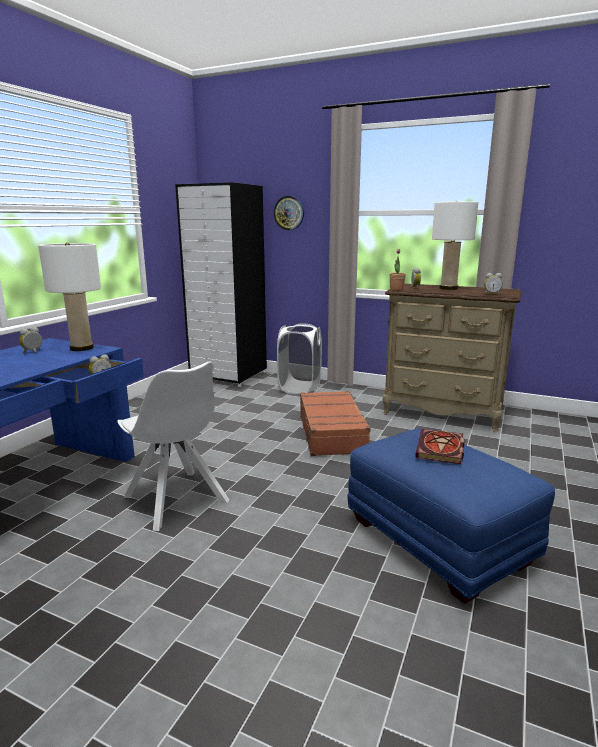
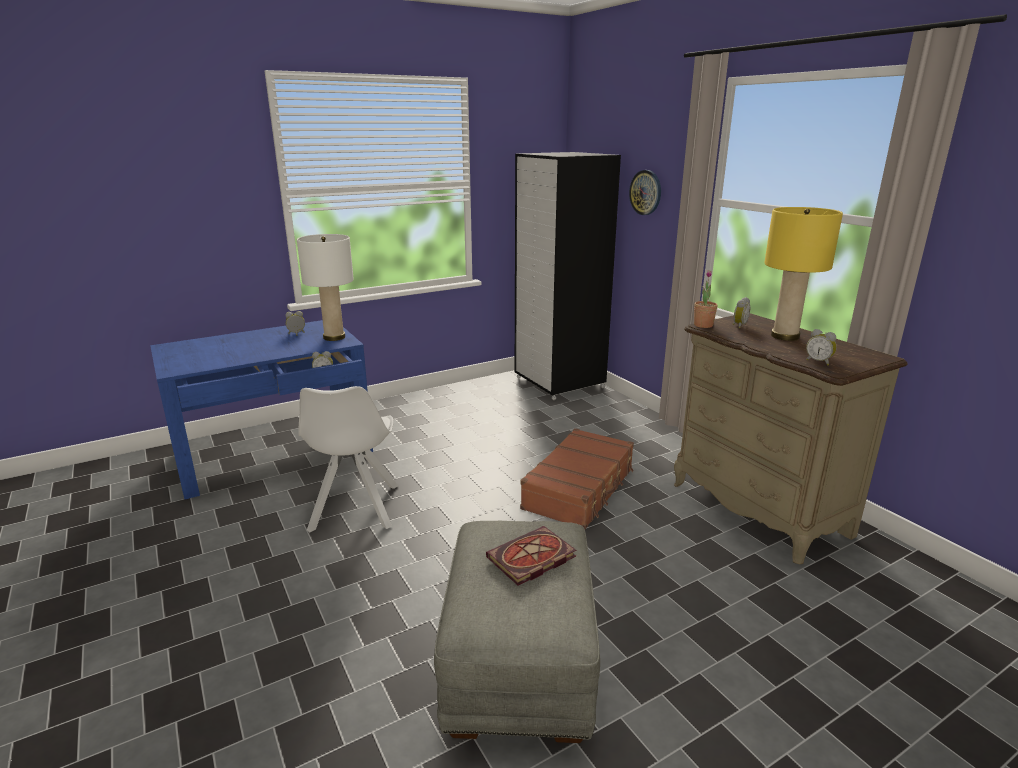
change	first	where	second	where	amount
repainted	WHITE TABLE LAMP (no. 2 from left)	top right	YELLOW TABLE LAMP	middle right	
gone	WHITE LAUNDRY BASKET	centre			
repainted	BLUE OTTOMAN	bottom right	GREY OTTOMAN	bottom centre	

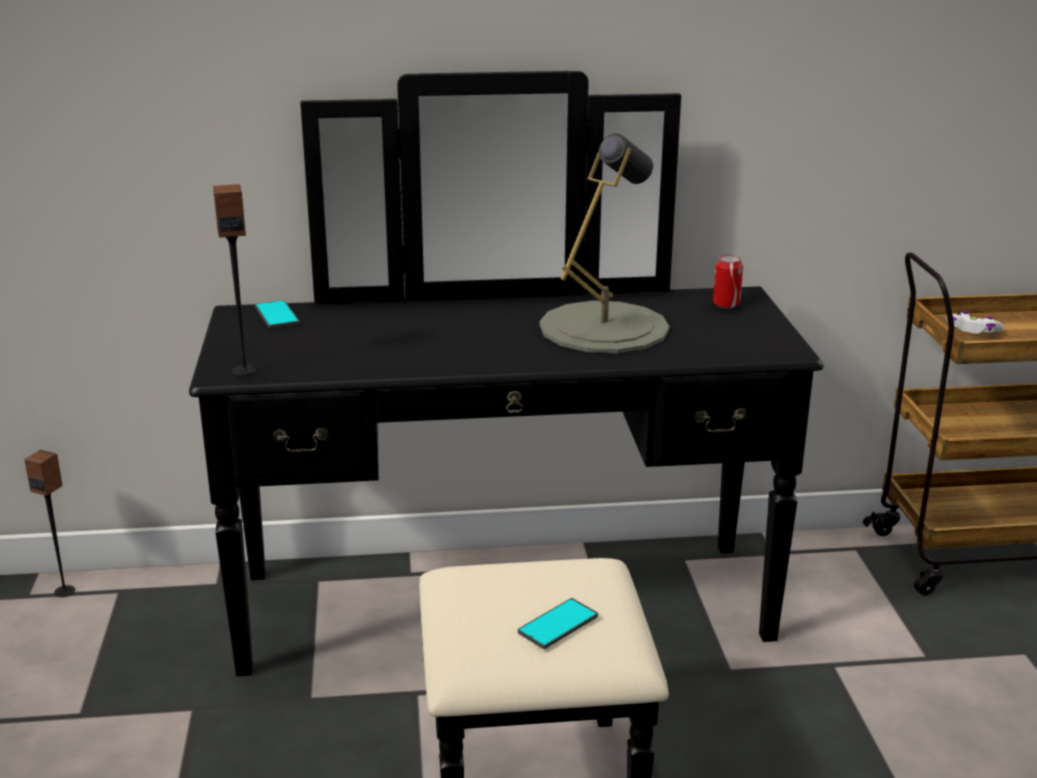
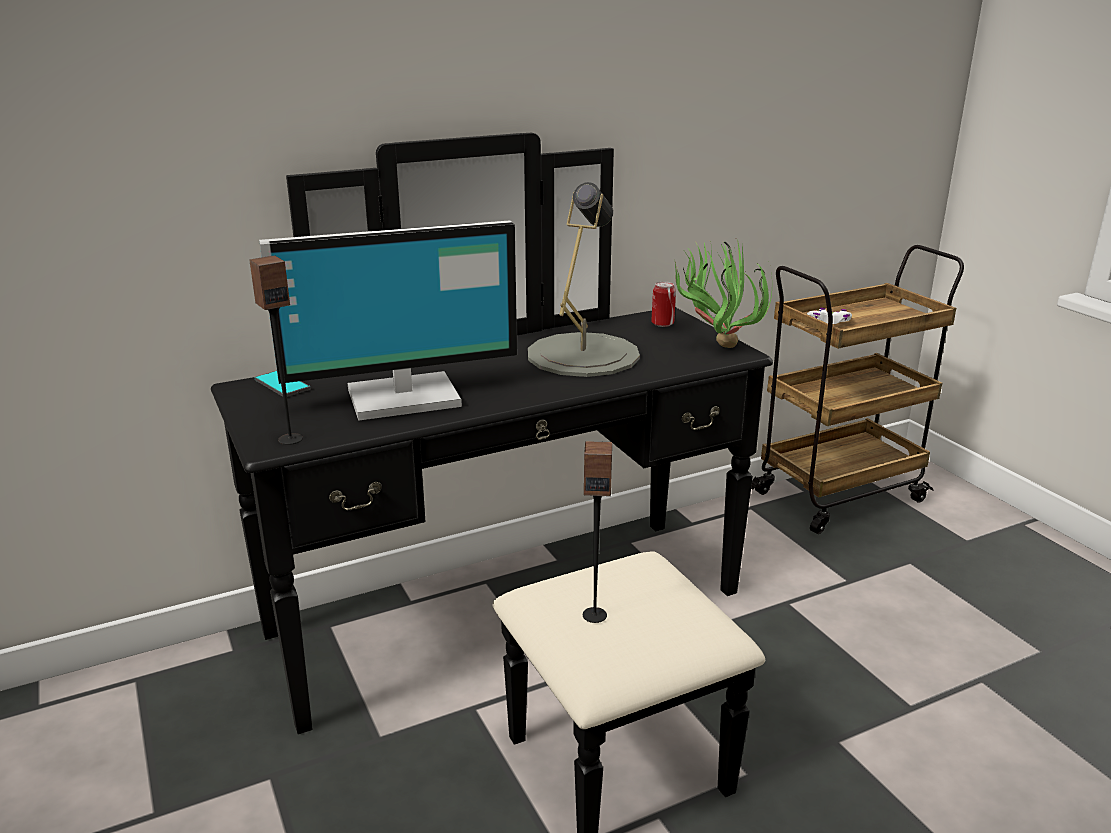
change	first	where	second	where	amount
shifted	SPEAKER (no. 1 from left in the first image)	bottom left	SPEAKER (no. 2 from left)	centre	
gone	PHONE (no. 2 from left)	bottom centre			
new			MONITOR	centre	
new			POTTED PLANT	centre	

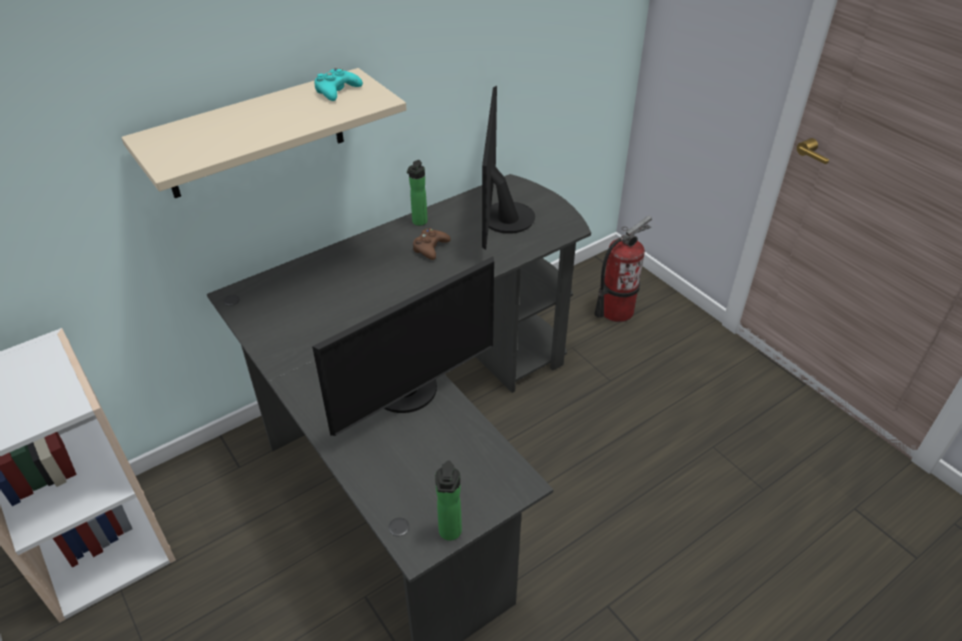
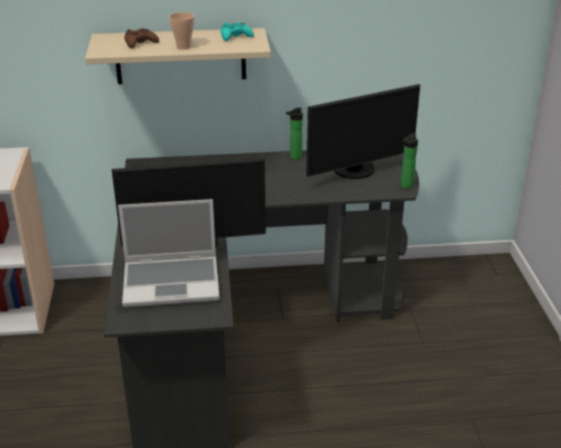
change	first	where	second	where	amount
rotated	MONITOR (no. 2 from left)	top centre		top centre	150 degrees counterclockwise
gone	FIRE EXTINGUISHER	centre			
shifted	BROWN GAME CONTROLLER	centre		top left	
shifted	BOTTLE (no. 2 from left)	bottom centre		middle right	
new			CUP	top left	
new			LAPTOP	middle left	

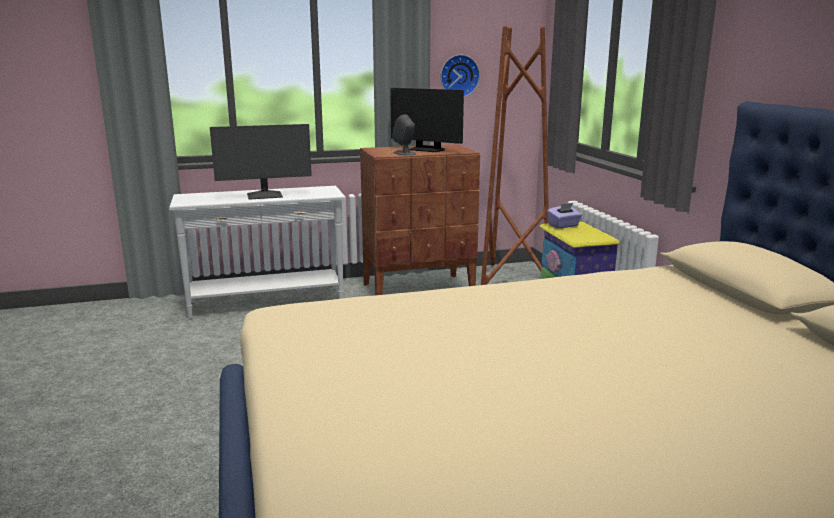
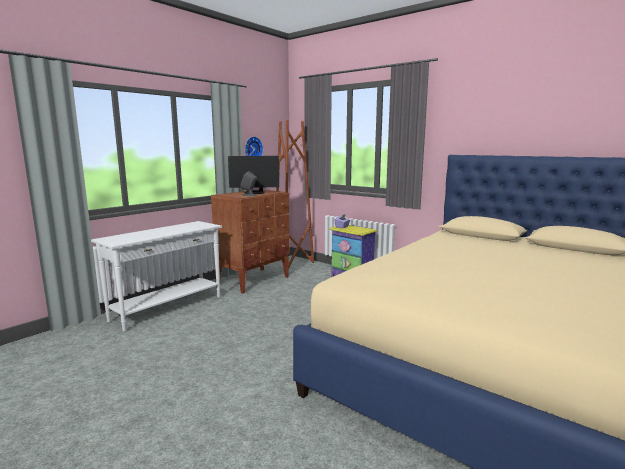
change	first	where	second	where	amount
gone	MONITOR (no. 1 from left)	top left			

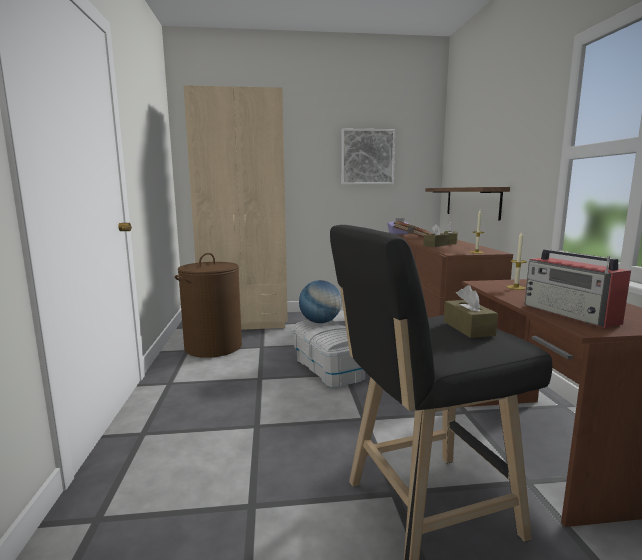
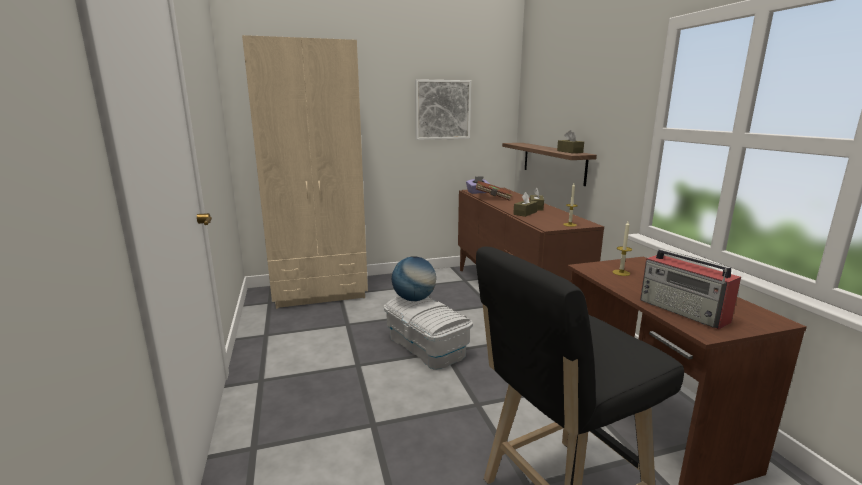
change	first	where	second	where	amount
gone	BROWN LAUNDRY BASKET	middle left			
shifted	BROWN TISSUE BOX (no. 3 from left)	middle right		top centre	

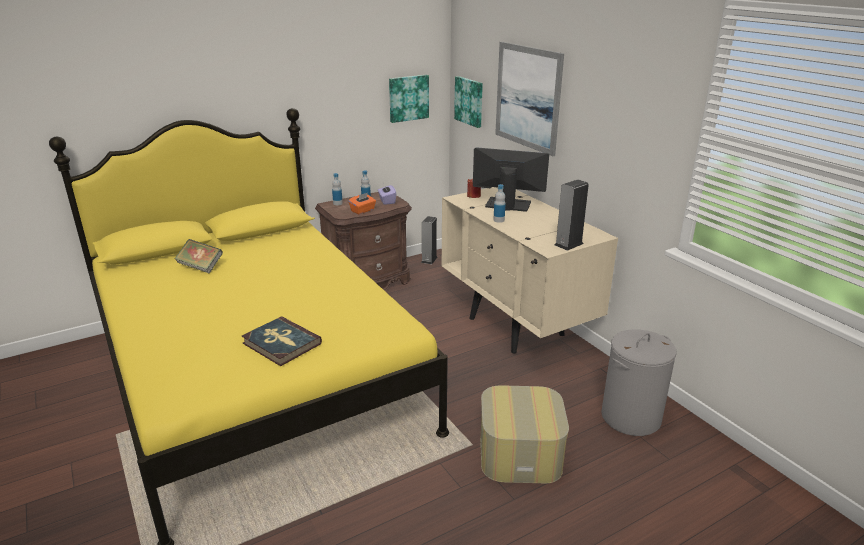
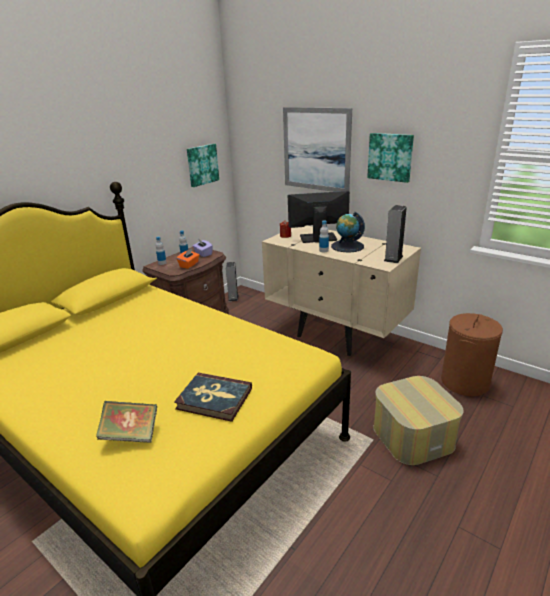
change	first	where	second	where	amount
shifted	PICTURE (no. 2 from left in the first image)	top centre	PICTURE (no. 3 from left)	top right	
shifted	BOOK (no. 1 from left)	middle left		bottom left	
repainted	GREY LAUNDRY BASKET	bottom right	BROWN LAUNDRY BASKET	middle right	
new			GLOBE	centre	

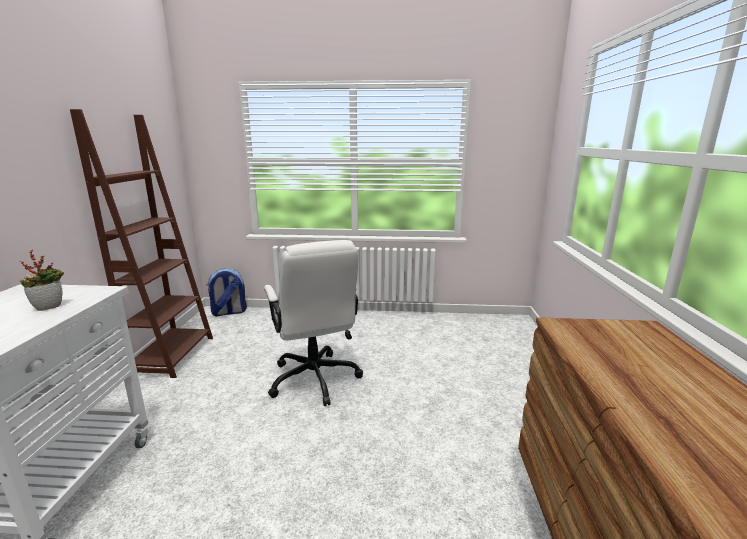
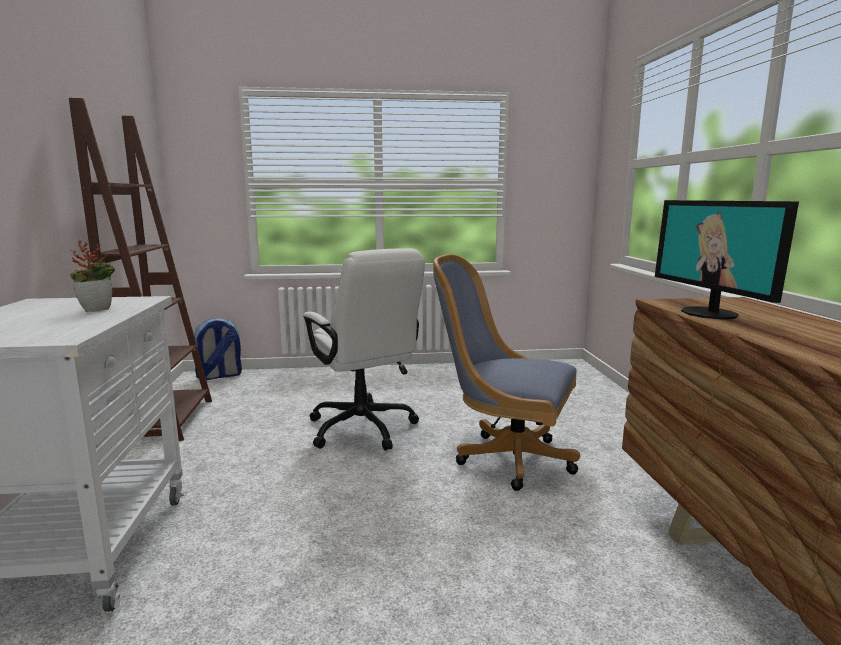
change	first	where	second	where	amount
new			MONITOR	middle right	
new			BLUE OFFICE CHAIR	centre	

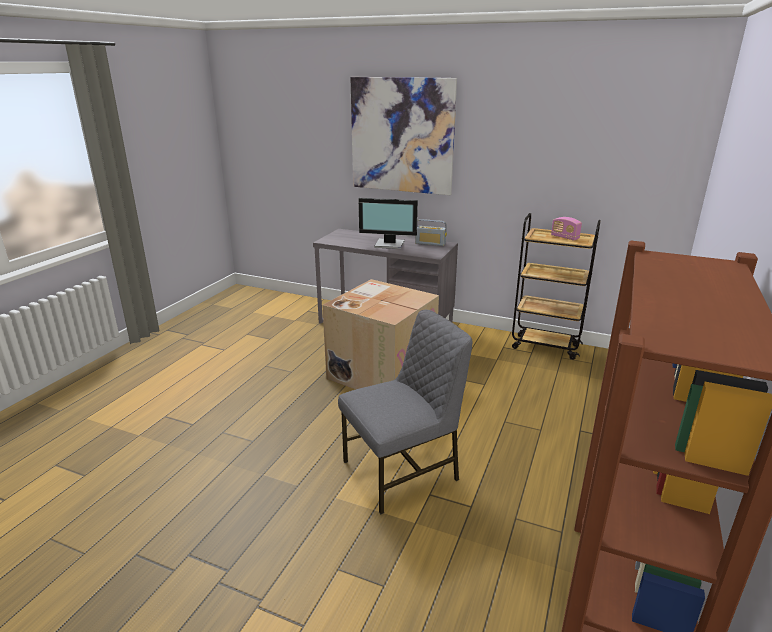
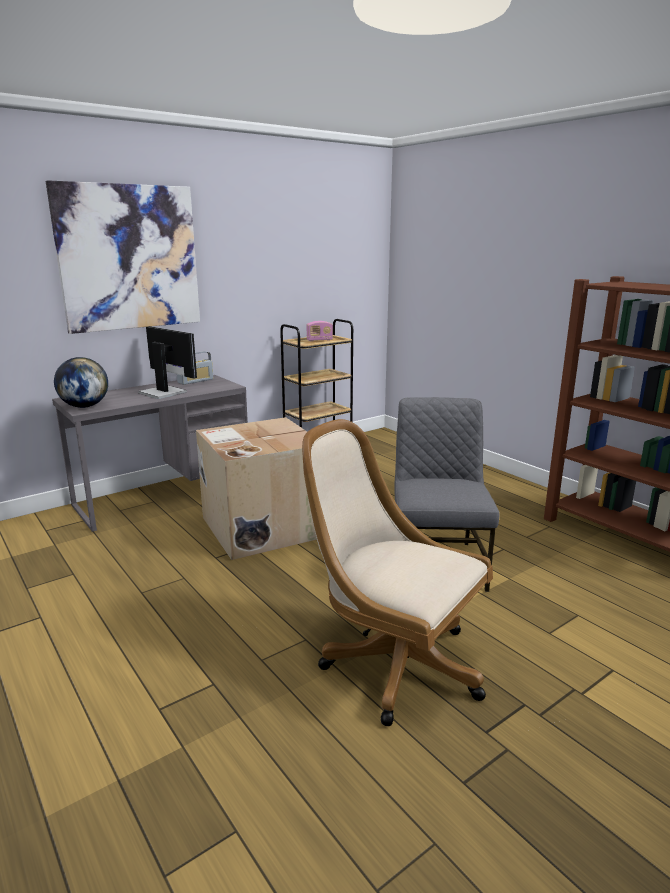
change	first	where	second	where	amount
rotated	MONITOR	centre		middle left	90 degrees counterclockwise
new			GLOBE	middle left	
new			OFFICE CHAIR	centre	

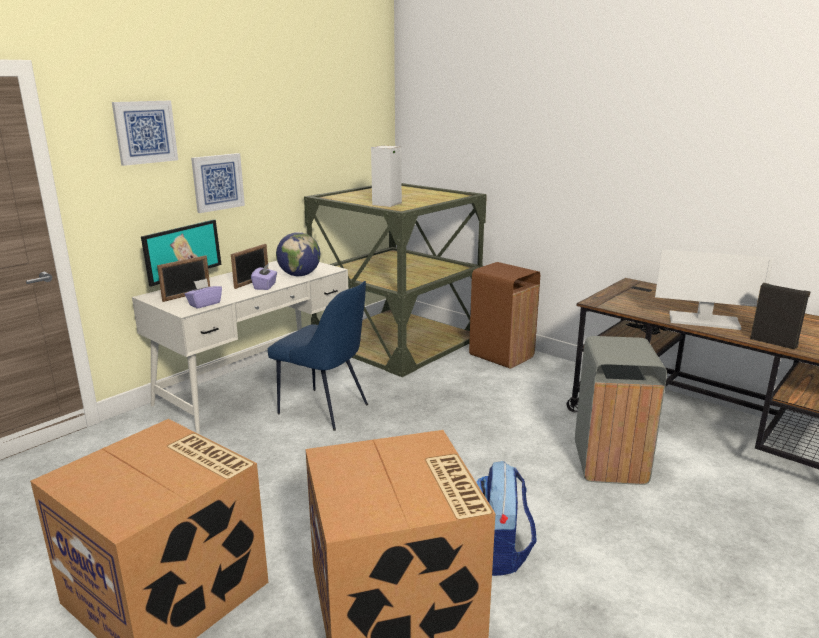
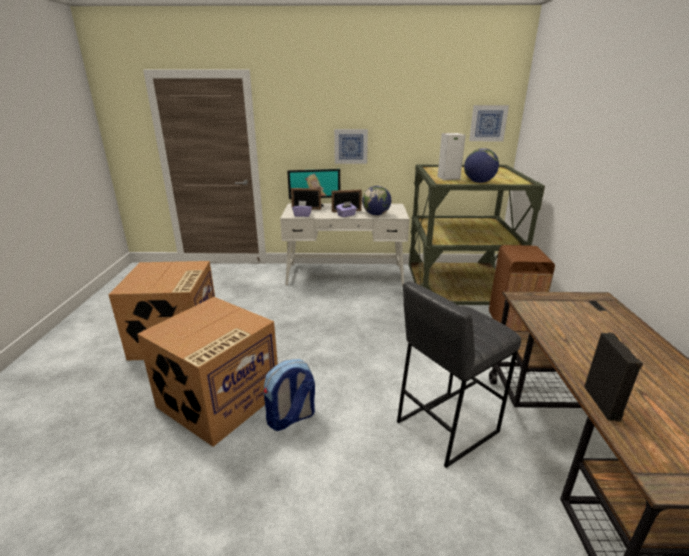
change	first	where	second	where	amount
shifted	PICTURE (no. 1 from left in the first image)	top left	PICTURE (no. 2 from left)	top right	
gone	MONITOR (no. 2 from left)	middle right			
gone	BLUE CHAIR	centre			
swapped	GREY TRASH CAN	middle right	GREY STOOL	bottom centre	
new			GLOBE (no. 2 from left)	top right	

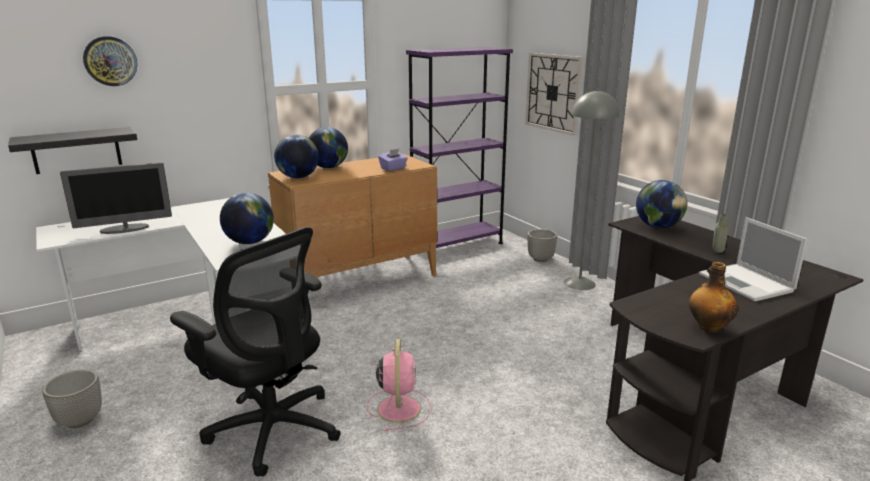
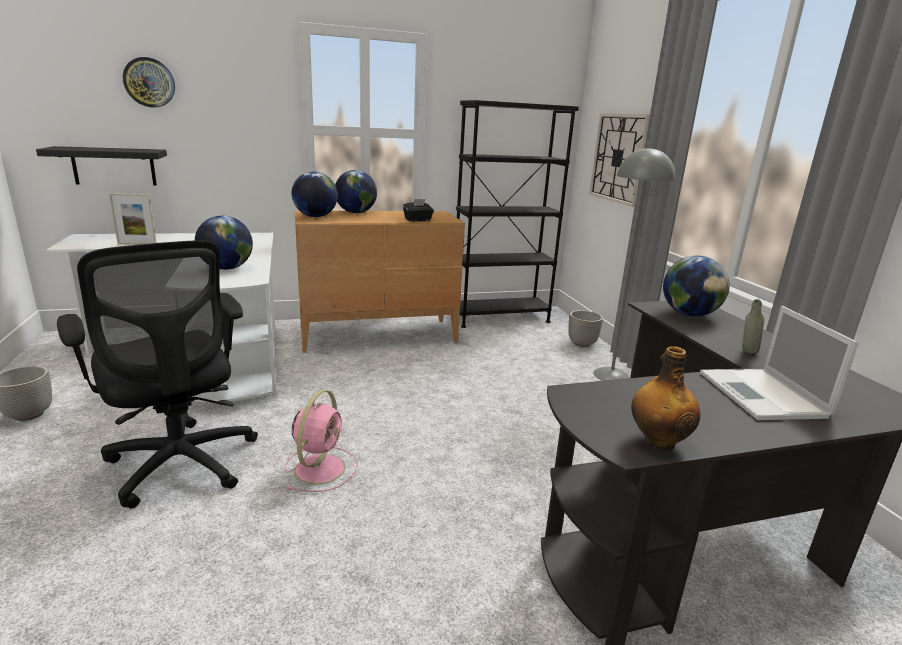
change	first	where	second	where	amount
repainted	PURPLE BOOKCASE	top centre	BLACK BOOKCASE	top centre	
repainted	PURPLE TISSUE BOX	top centre	BLACK TISSUE BOX	top centre	
swapped	MONITOR	middle left	PICTURE FRAME	middle left	

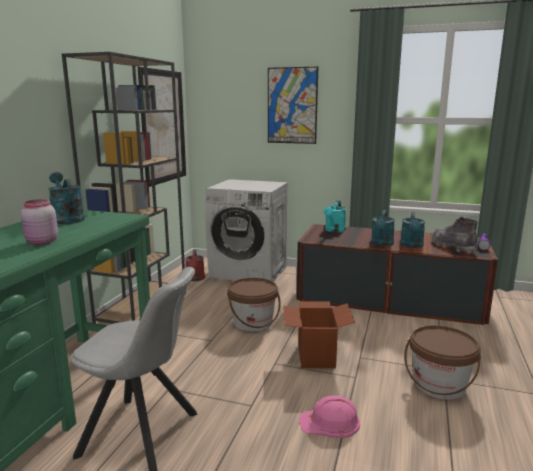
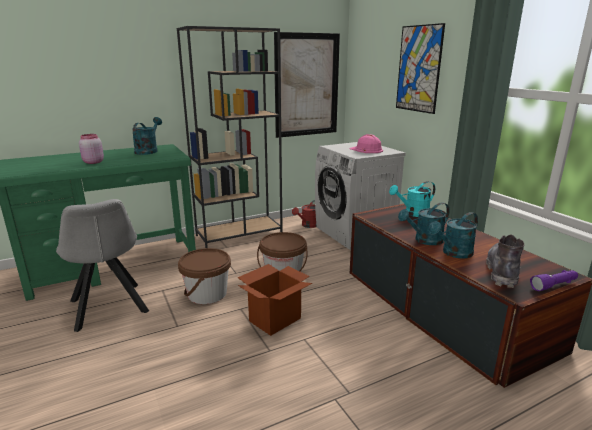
change	first	where	second	where	amount
shifted	BROWN BUCKET (no. 2 from left in the first image)	bottom right	BROWN BUCKET (no. 1 from left)	centre	
shifted	PINK HARD HAT	bottom centre		top centre	

